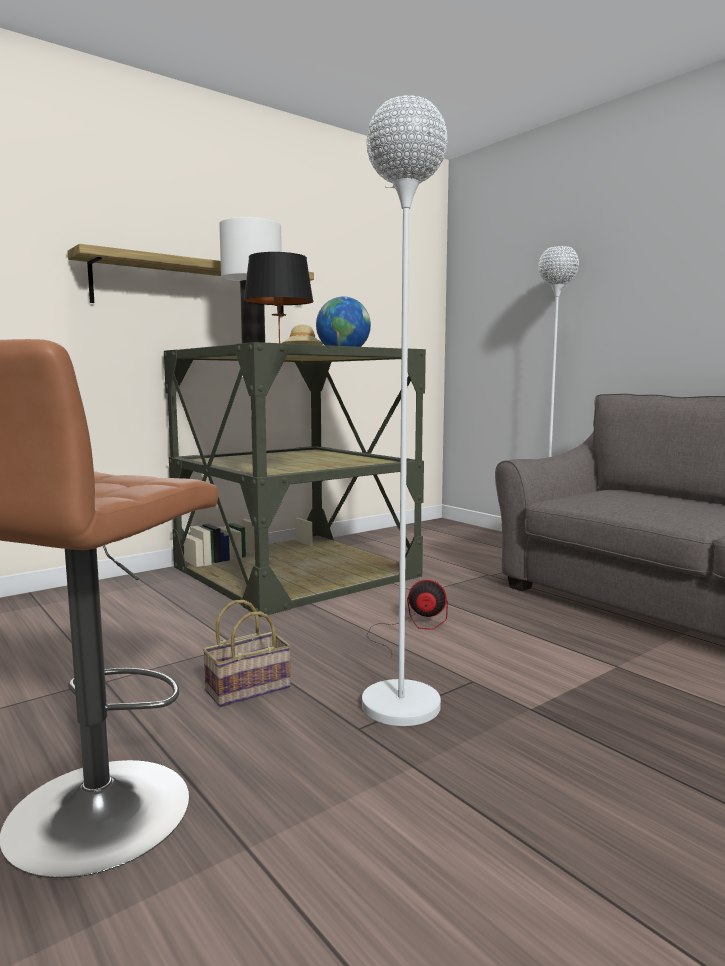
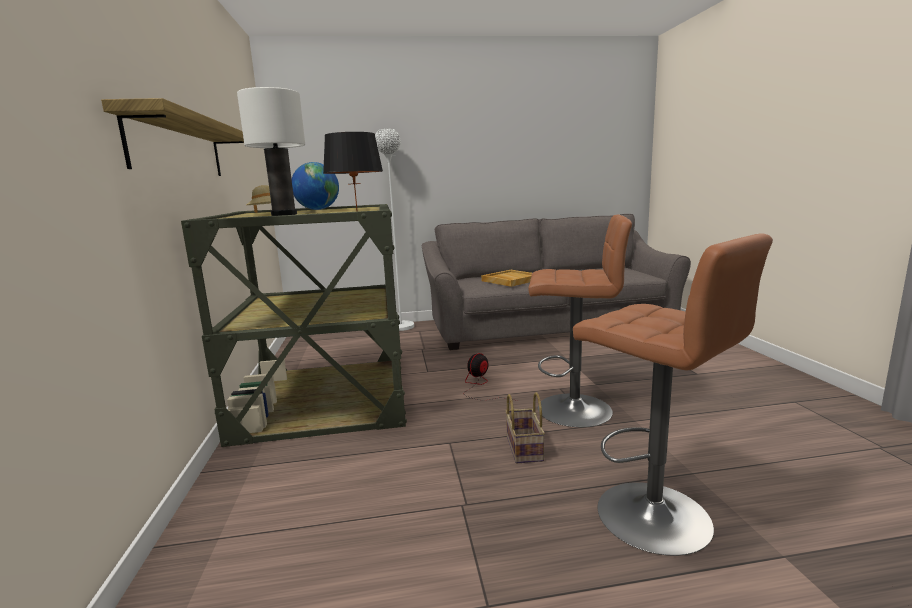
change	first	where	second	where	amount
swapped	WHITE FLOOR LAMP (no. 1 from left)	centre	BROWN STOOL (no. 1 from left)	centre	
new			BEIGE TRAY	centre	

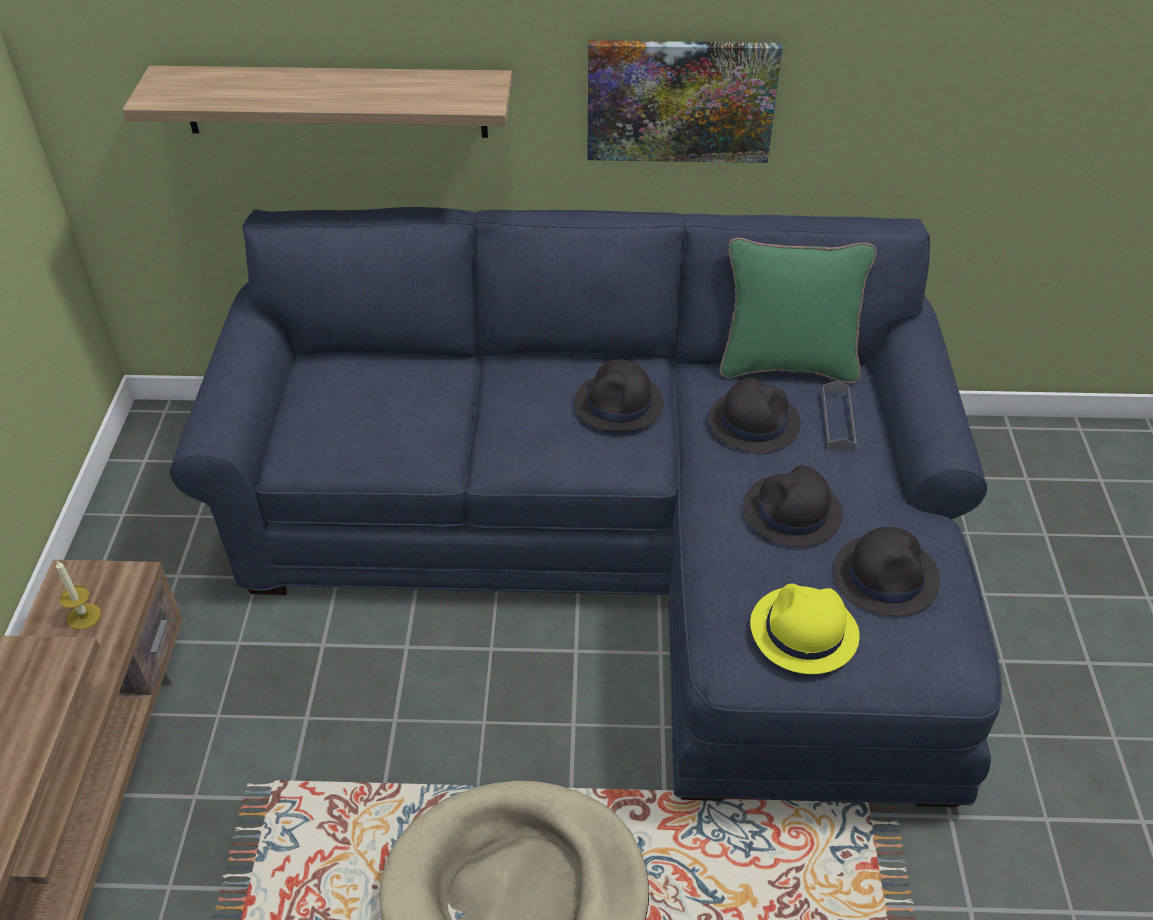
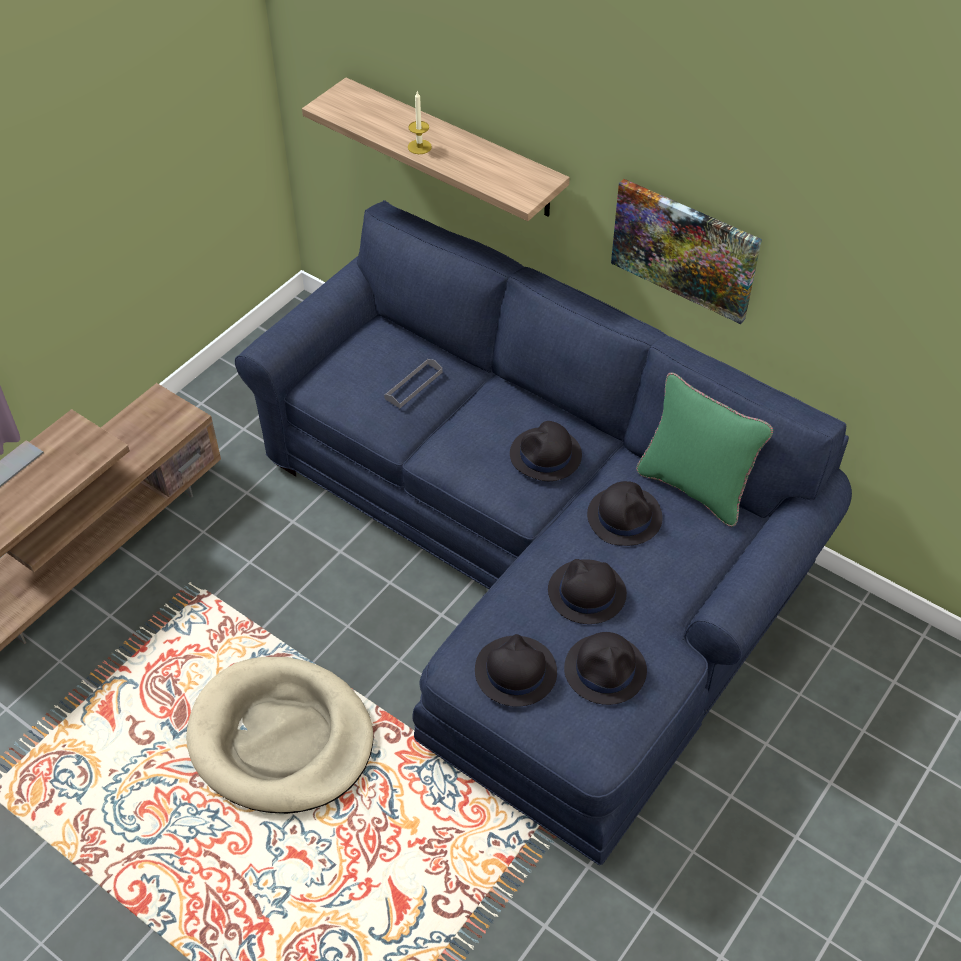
change	first	where	second	where	amount
shifted	GREY TRAY	middle right		centre	
shifted	CANDLE	middle left		top centre	
repainted	YELLOW HAT	bottom right	BLACK HAT (no. 1 from left)	bottom centre	

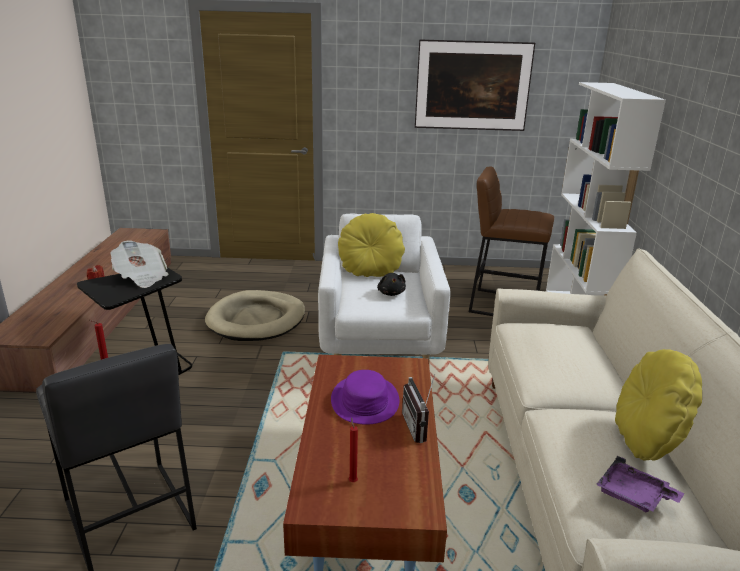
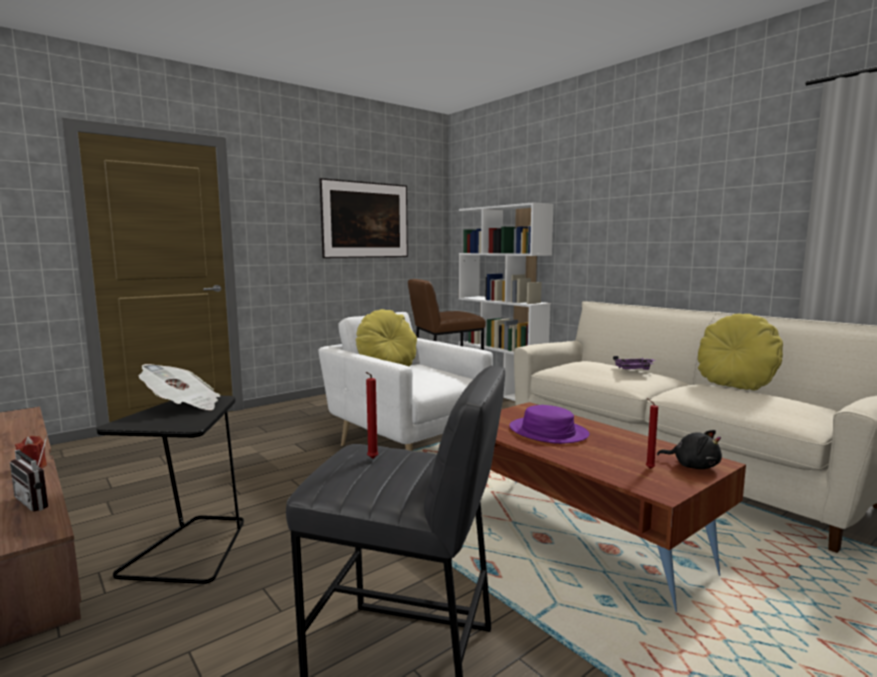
change	first	where	second	where	amount
shifted	BLACK PLUSH TOY	centre		middle right	
gone	BEIGE DOG BED	centre			
shifted	RADIO	bottom centre		bottom left	
shifted	PURPLE TRAY	bottom right		middle right	

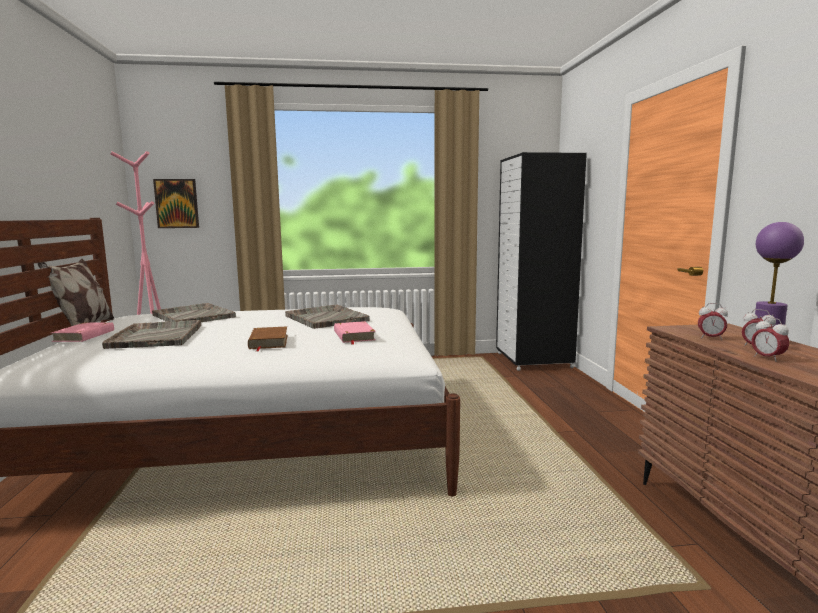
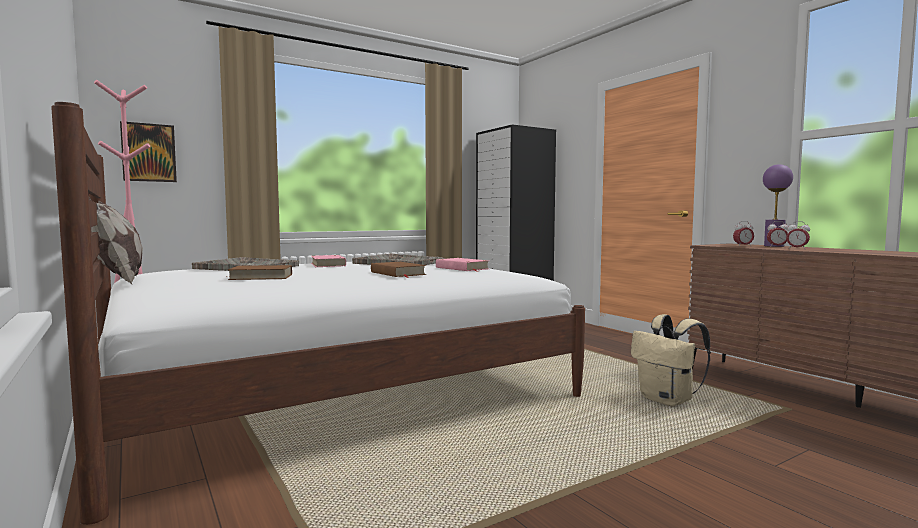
change	first	where	second	where	amount
swapped	GREY TRAY (no. 1 from left)	middle left	BROWN BOOK (no. 1 from left)	middle left	
shifted	PINK BOOK (no. 1 from left)	middle left		centre	
new			BEIGE BACKPACK	bottom right	

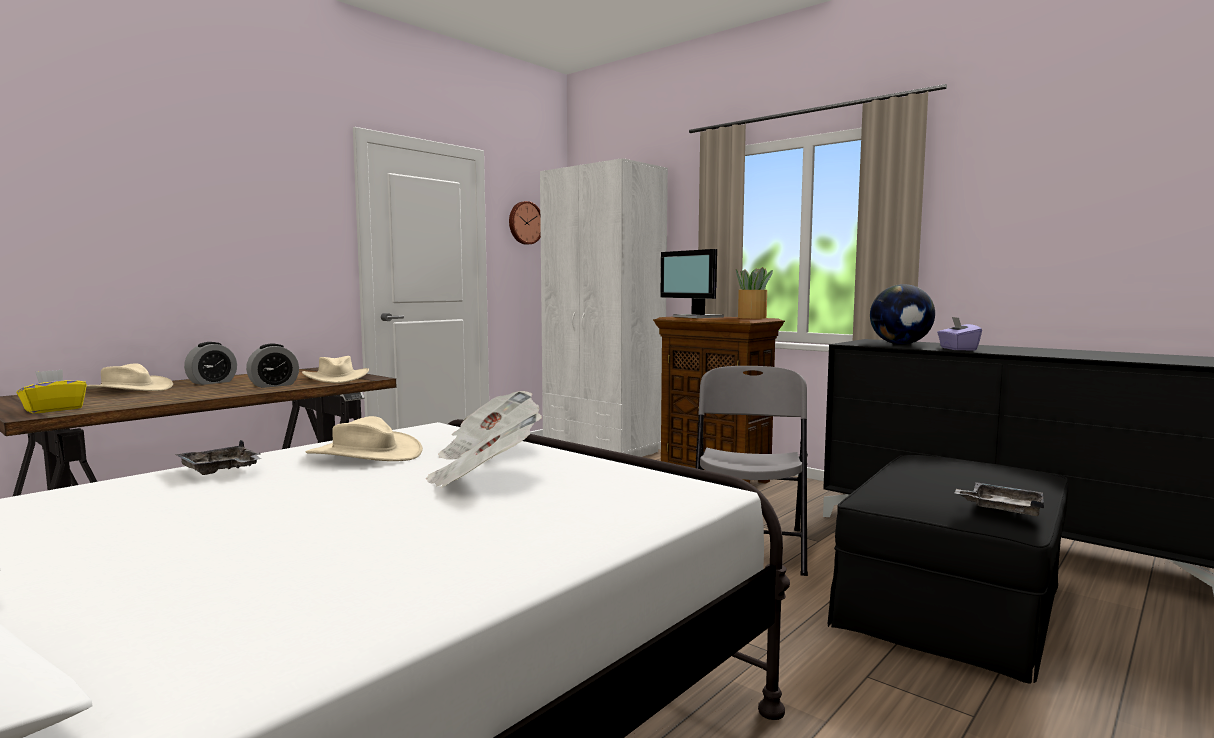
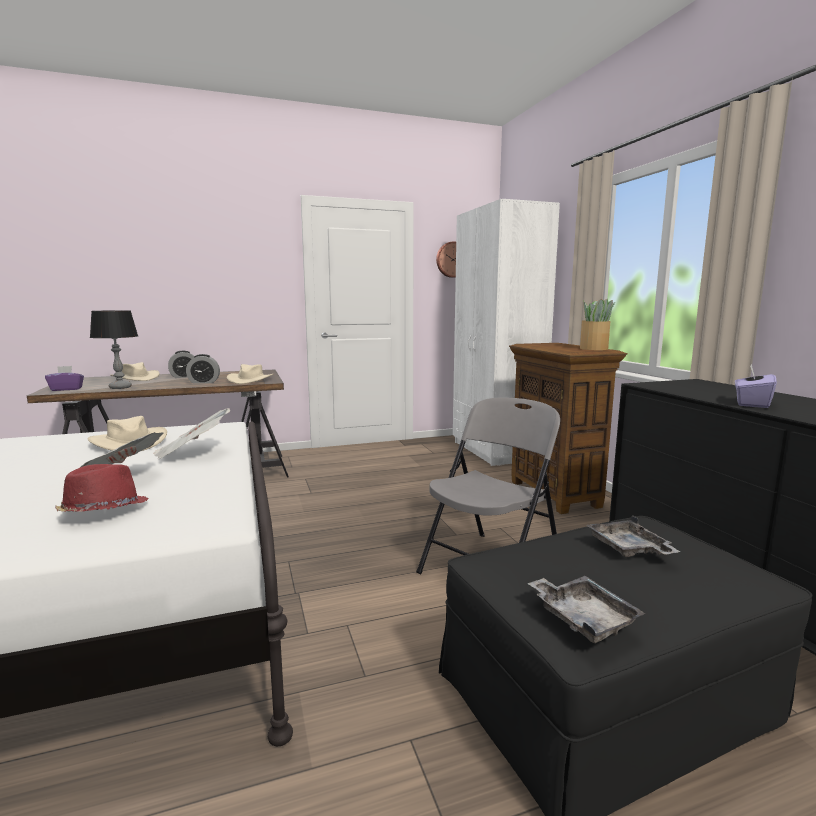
change	first	where	second	where	amount
gone	MONITOR	centre			
gone	GLOBE	middle right			
repainted	YELLOW TISSUE BOX	middle left	PURPLE TISSUE BOX (no. 1 from left)	middle left	
shifted	GREY TRAY (no. 1 from left in the first image)	middle left	GREY TRAY (no. 2 from left)	middle right	
new			TABLE LAMP	middle left	
new			RED HAT	middle left	

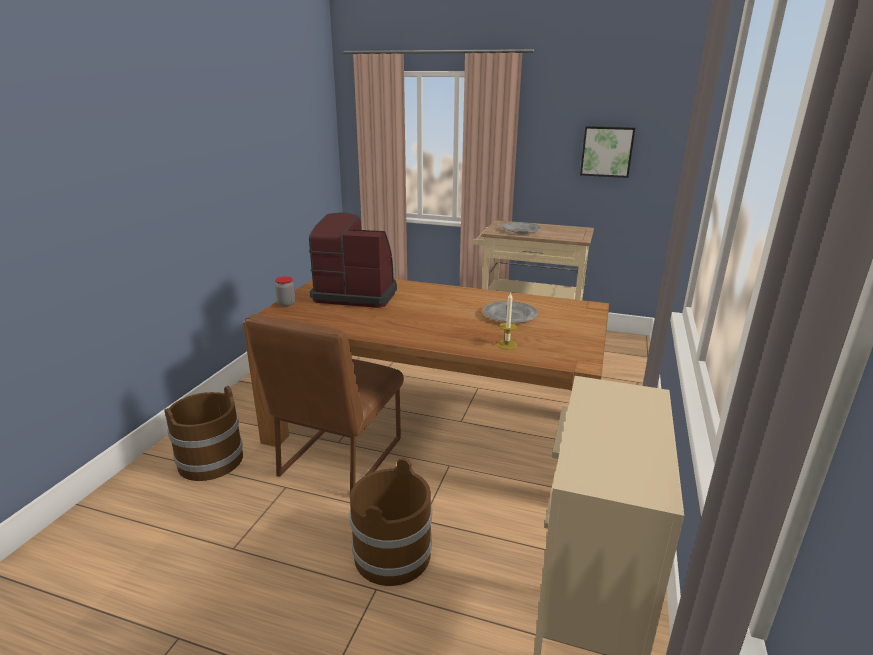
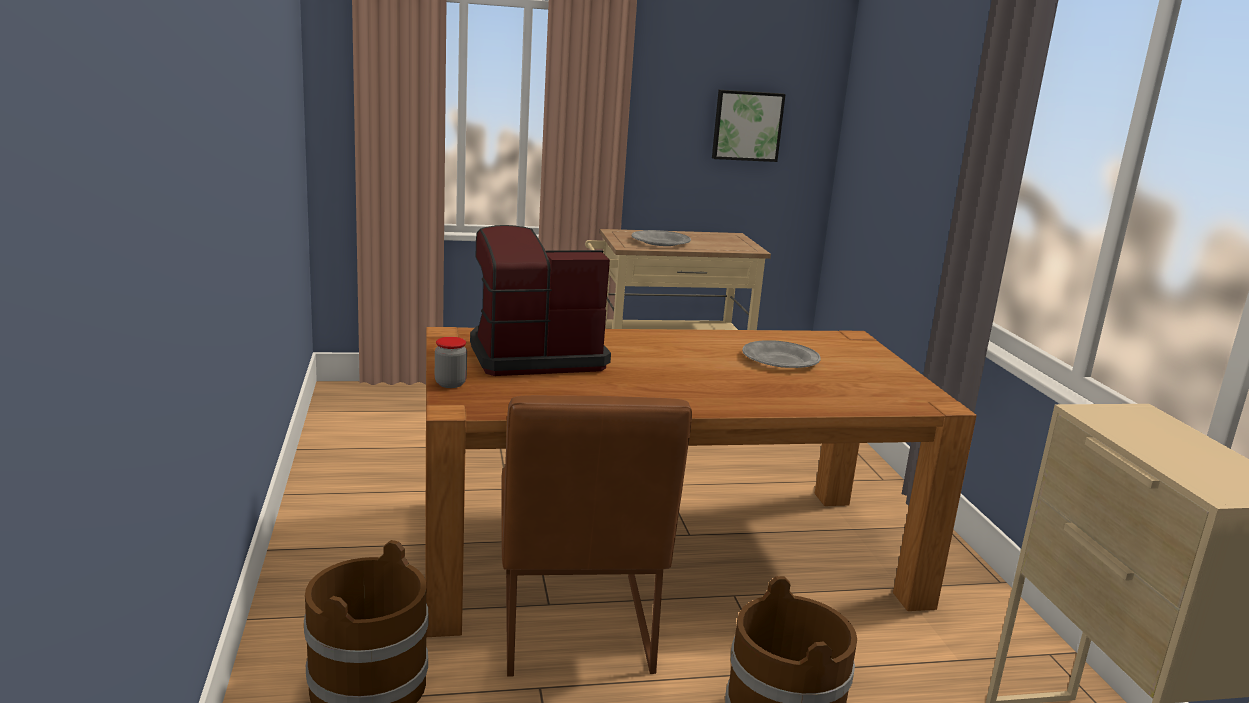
change	first	where	second	where	amount
gone	CANDLE	centre			

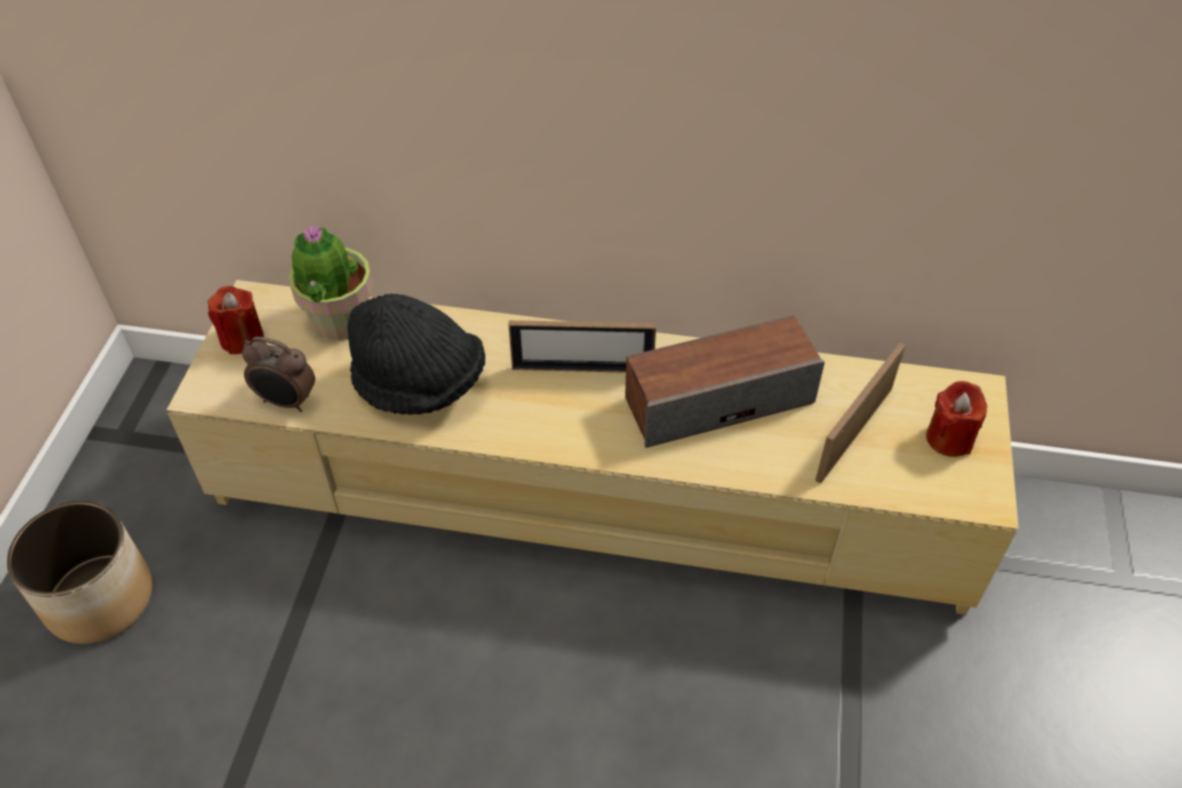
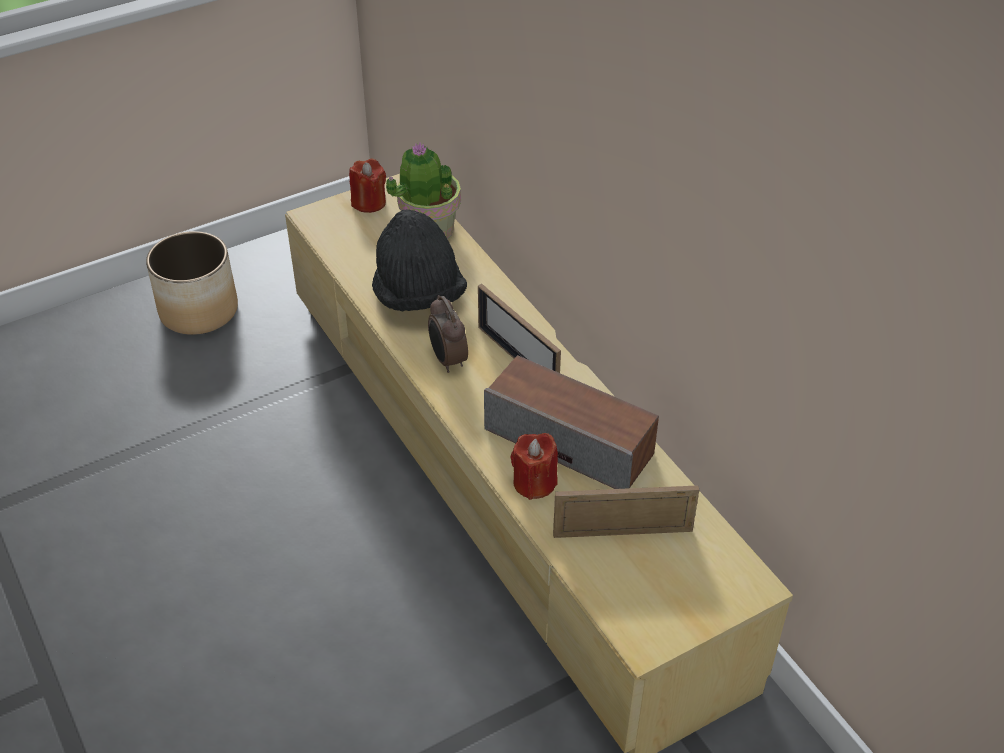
change	first	where	second	where	amount
shifted	ALARM CLOCK	middle left		centre	
shifted	RED CANDLE (no. 2 from left)	middle right		centre	

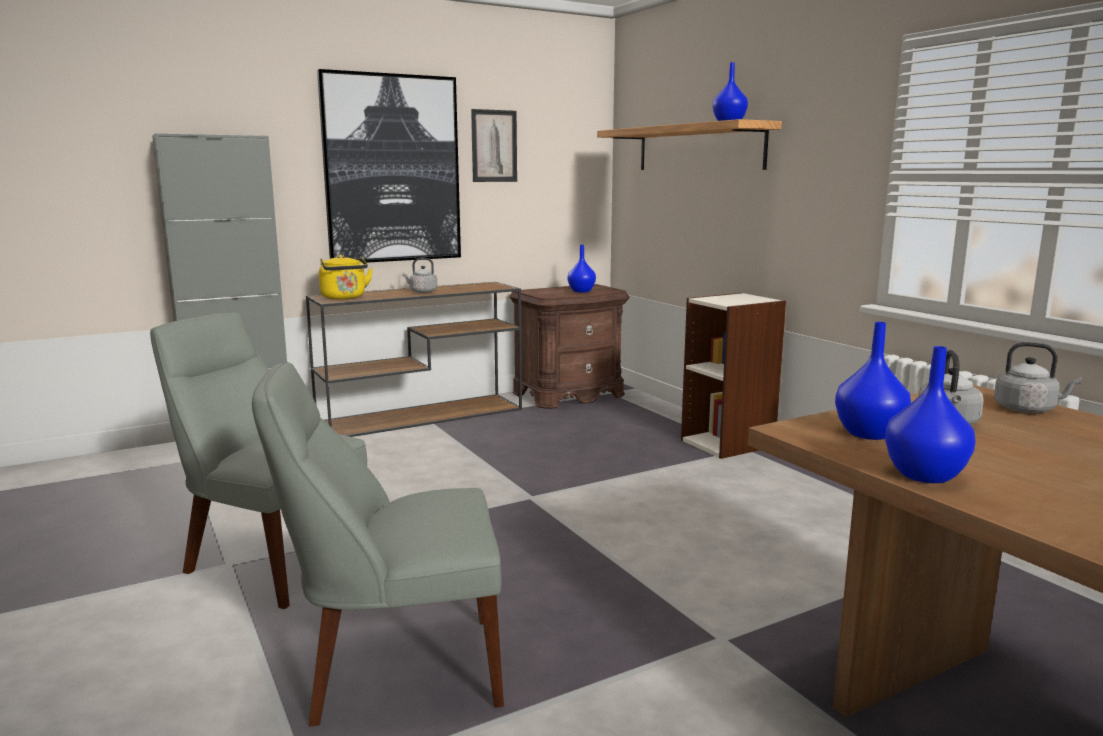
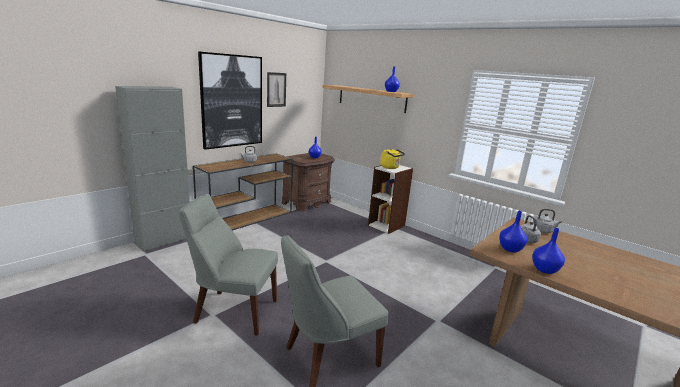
change	first	where	second	where	amount
shifted	YELLOW KETTLE	middle left		centre	

